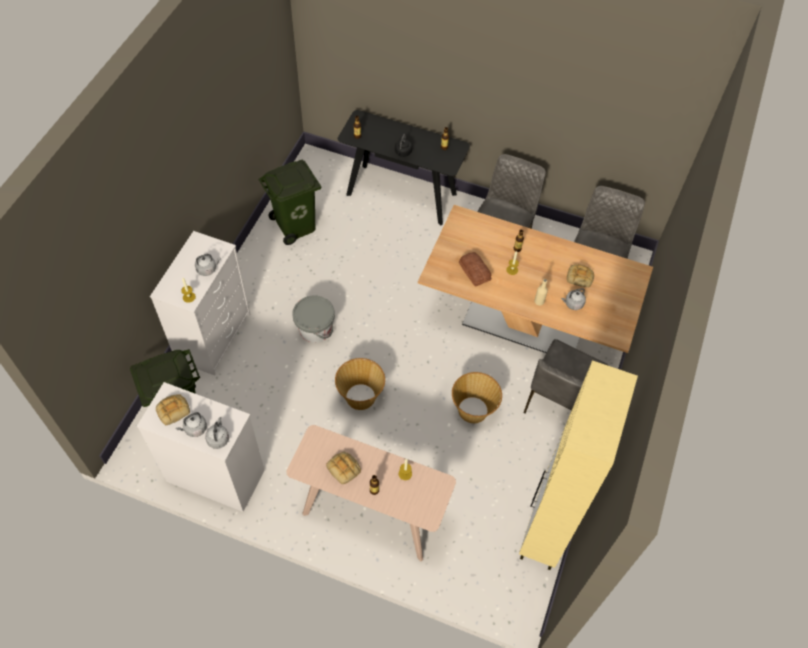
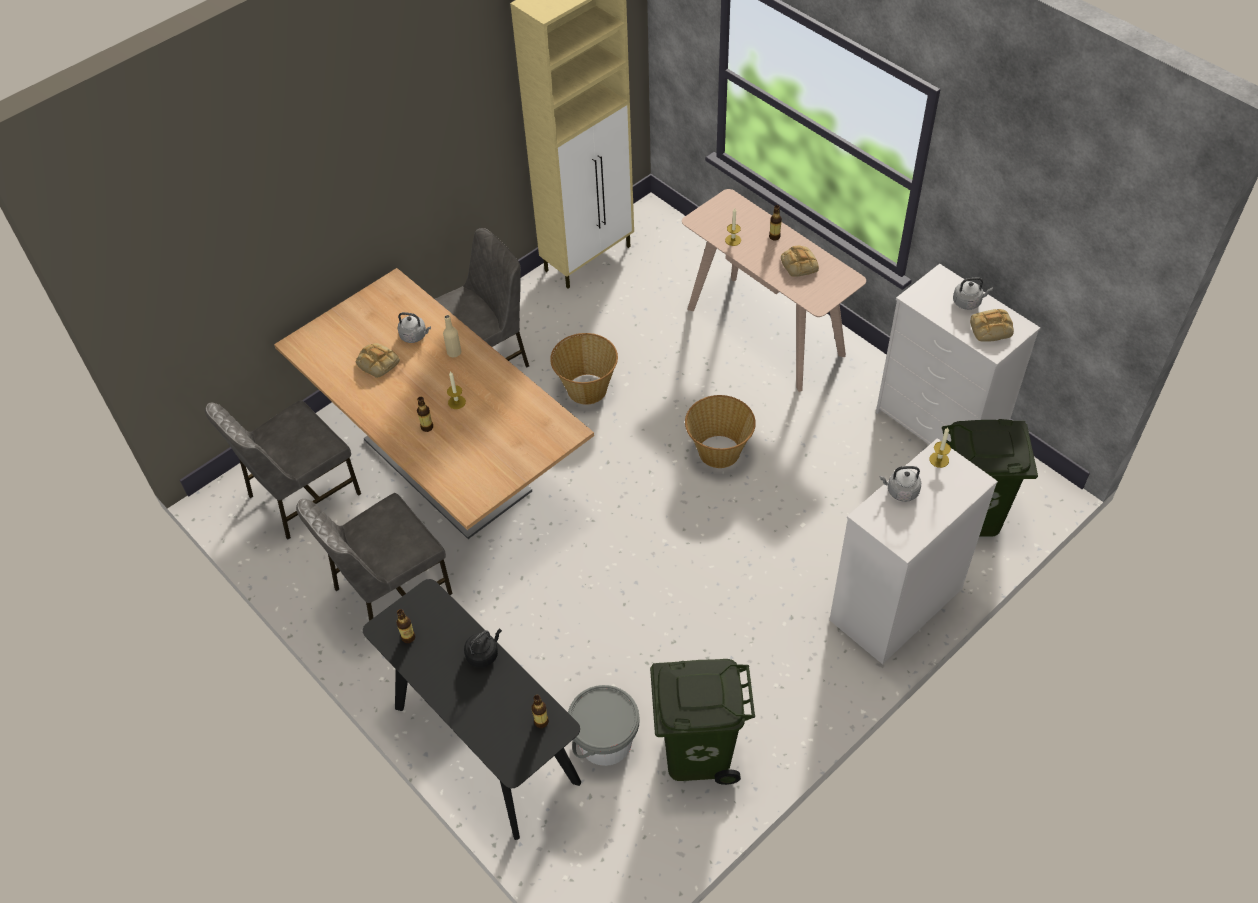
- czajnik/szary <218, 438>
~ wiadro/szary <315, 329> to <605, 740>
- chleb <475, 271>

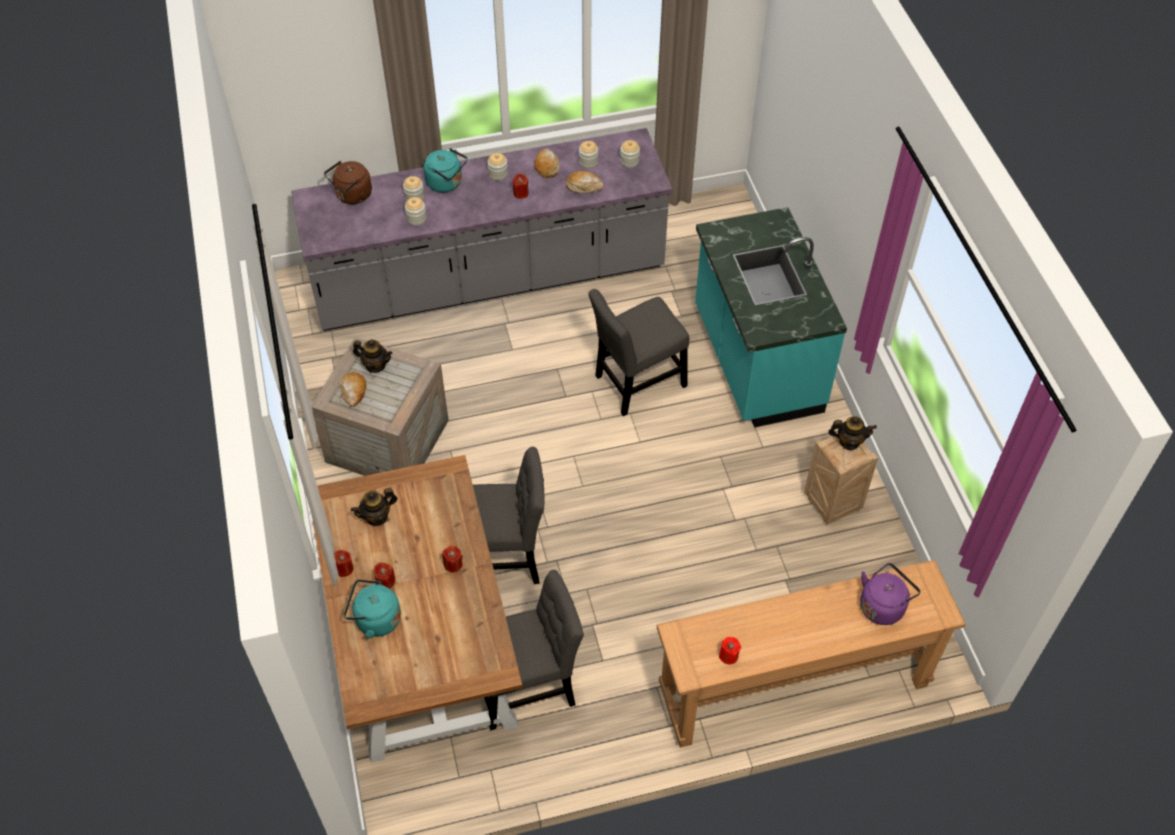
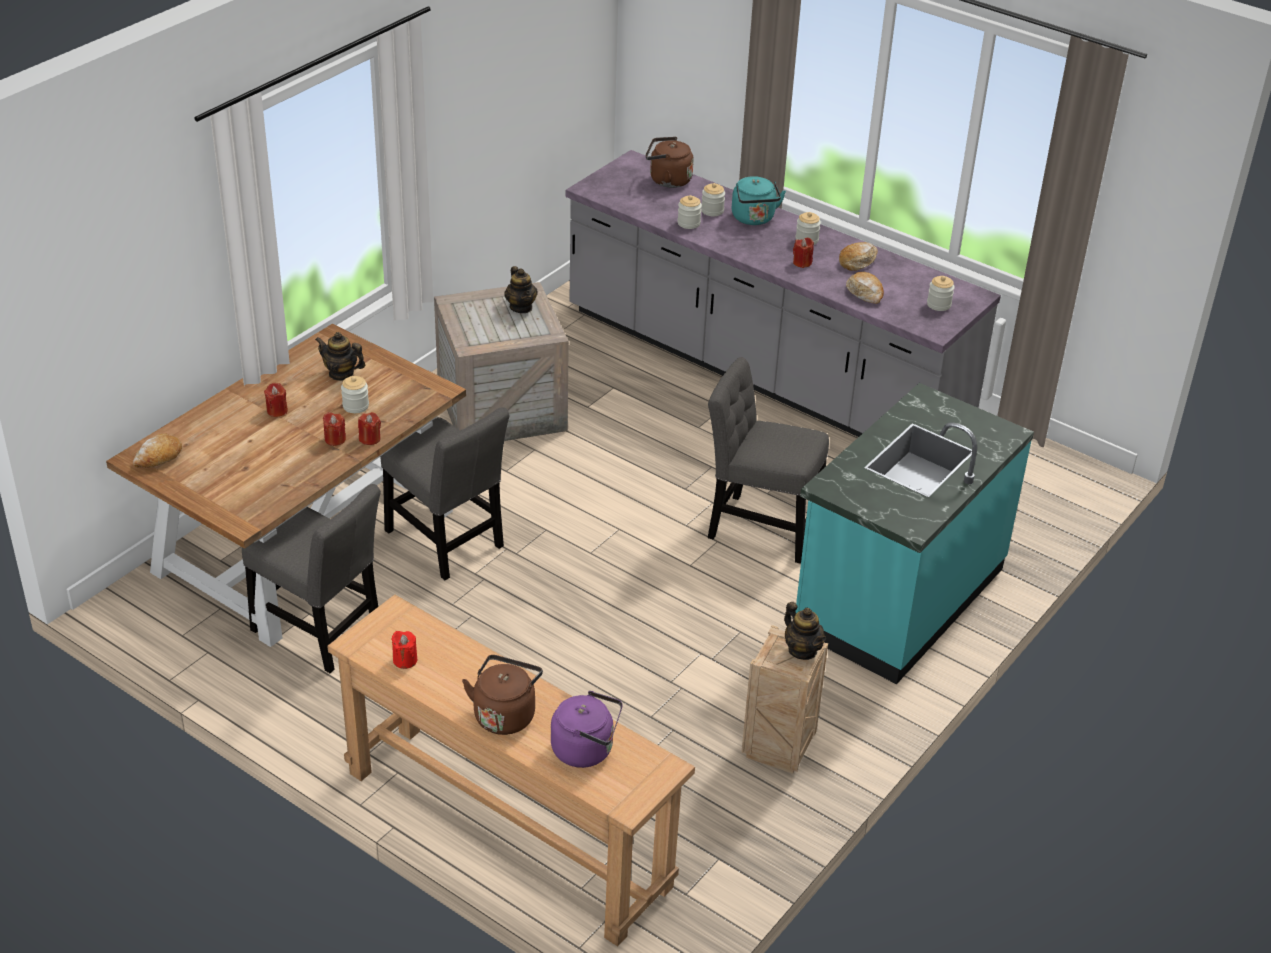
~ świeca/czerwony <344, 569> to <370, 439>
~ chleb <353, 392> to <158, 458>
- czajnik/turkusowy <375, 619>
~ słoik <588, 162> to <355, 406>
+ czajnik/brązowy <505, 714>

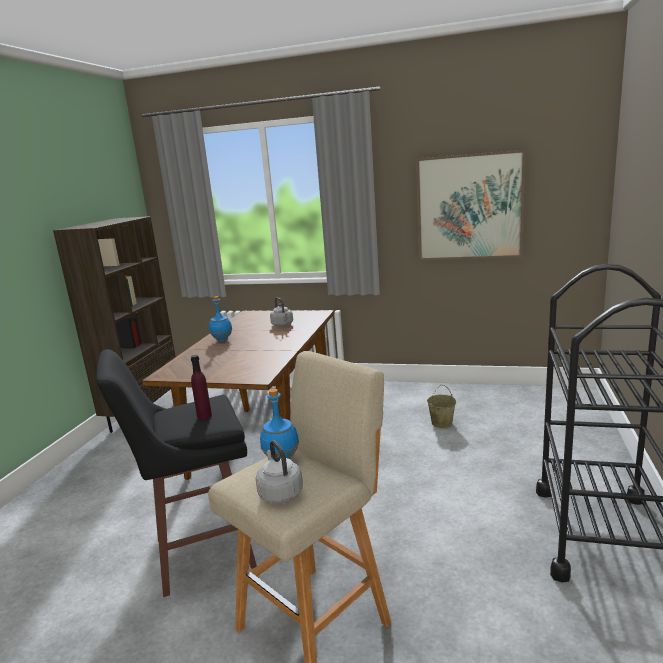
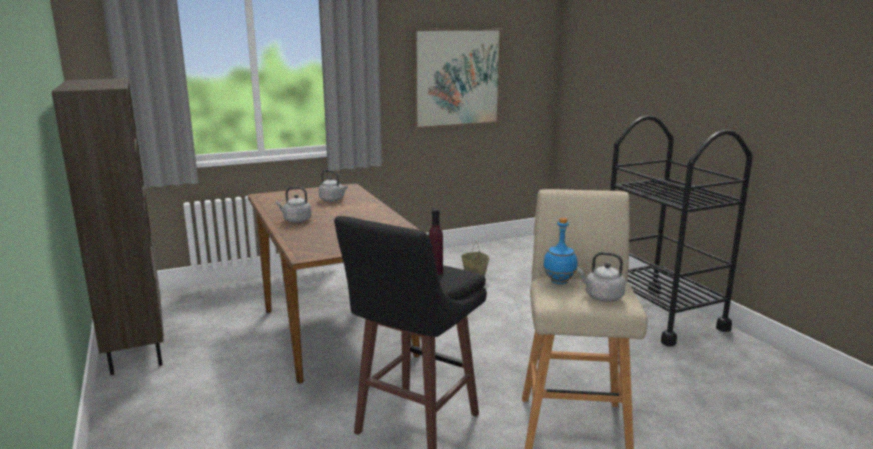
~ butelka/niebieski <221, 340> to czajnik/szary <296, 220>

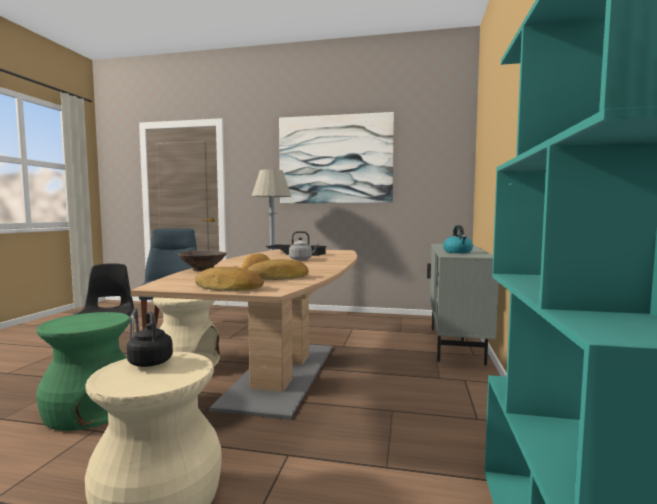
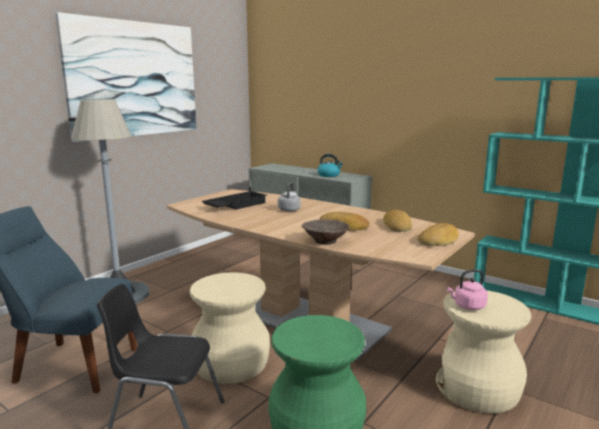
~ czajnik/czarny <150, 362> to czajnik/różowy <467, 306>

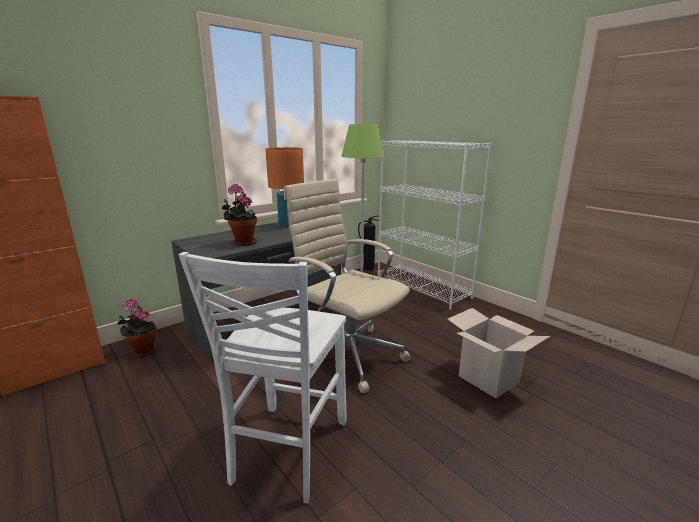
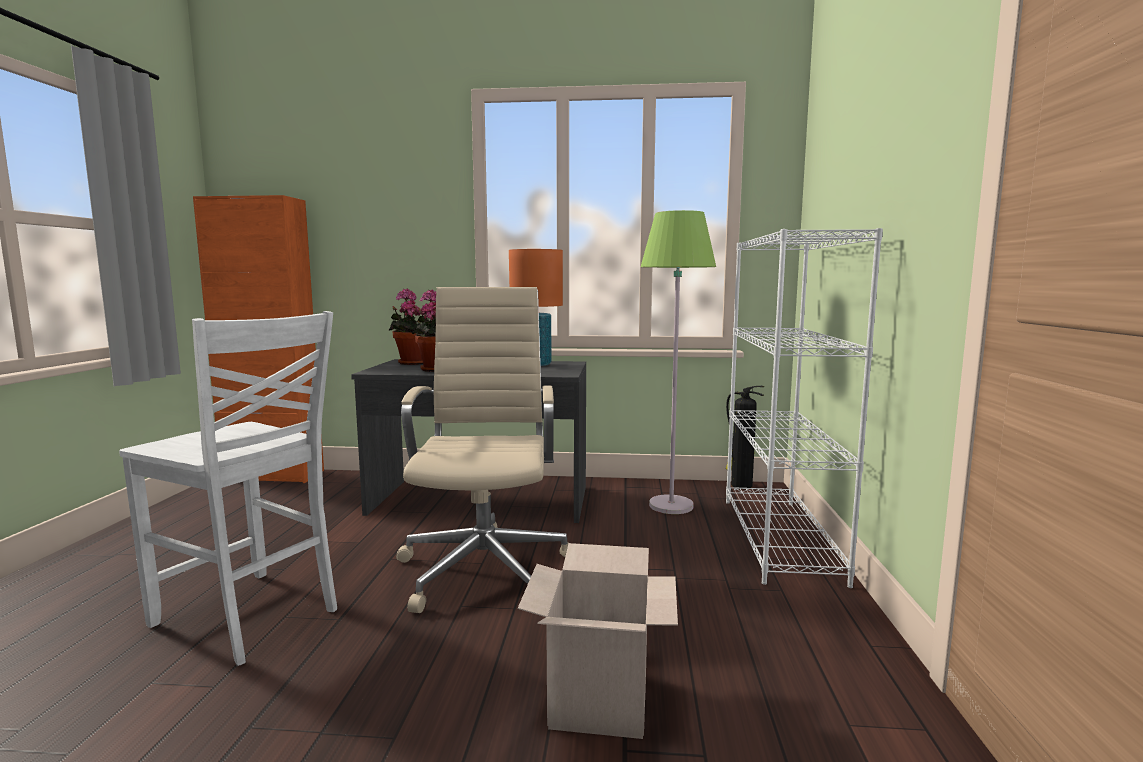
~ roślina doniczkowa <142, 351> to <410, 363>
~ krzesło/biały <287, 451> = <249, 618> 120 degrees counterclockwise

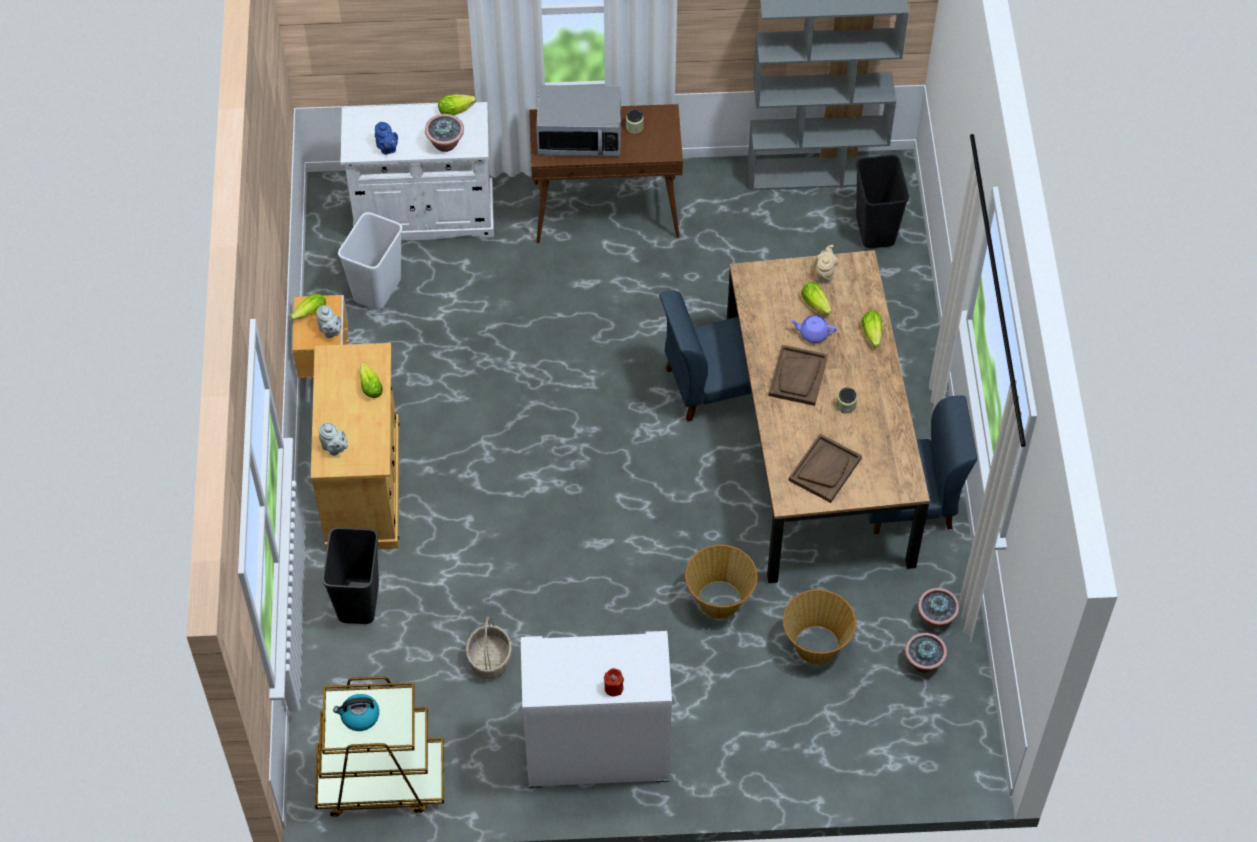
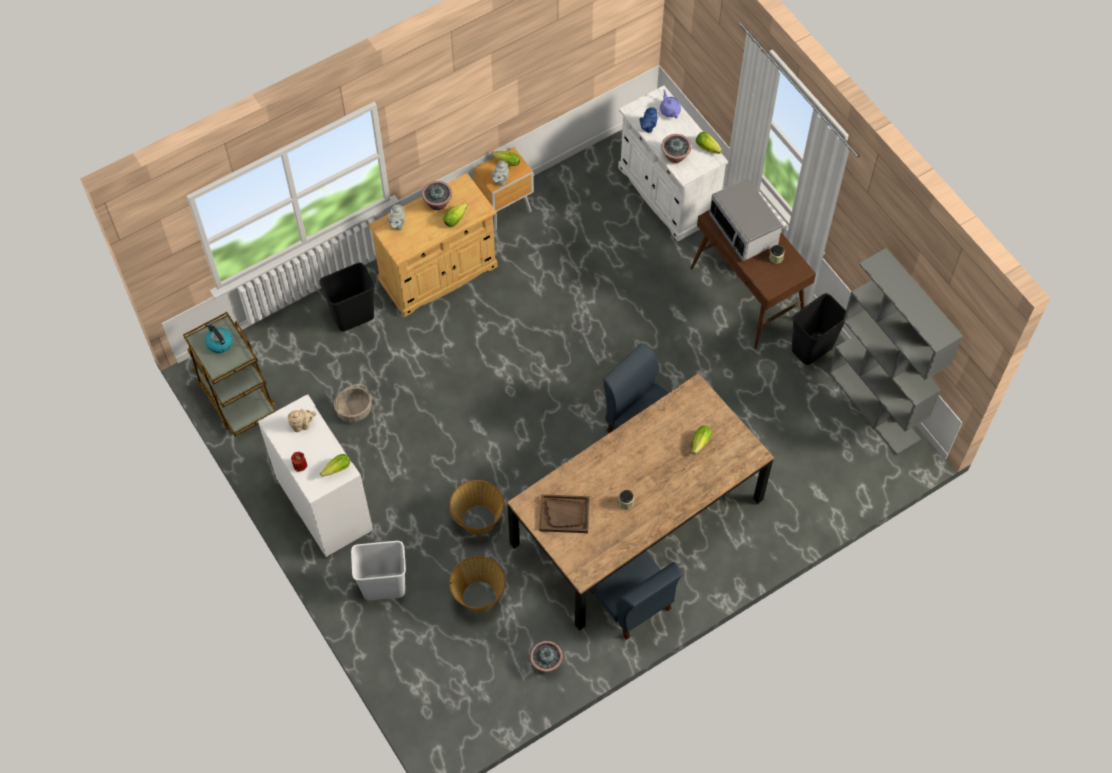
~ kosz na śmieci/biały <377, 289> to <384, 586>
- taca/brązowy <798, 376>
~ imbryk/fioletowy <813, 333> to <669, 110>
~ imbryk/beżowy <825, 274> to <302, 425>
~ kosz na śmieci/czarny <876, 230> to <812, 349>
~ sałata <872, 335> to <335, 470>
~ roślina doniczkowa <923, 662> to <437, 203>

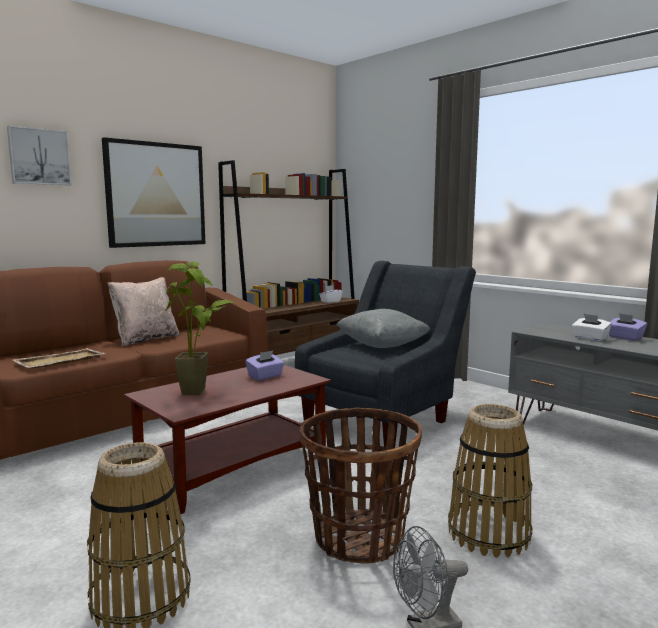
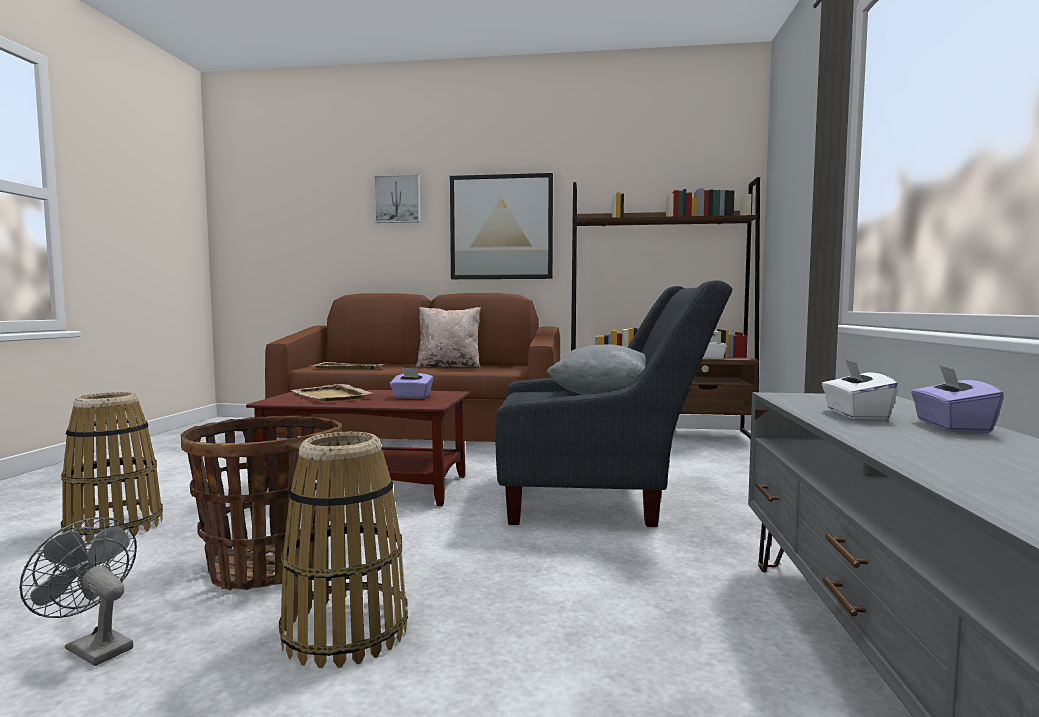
~ roślina doniczkowa <201, 393> to taca/beżowy <331, 396>

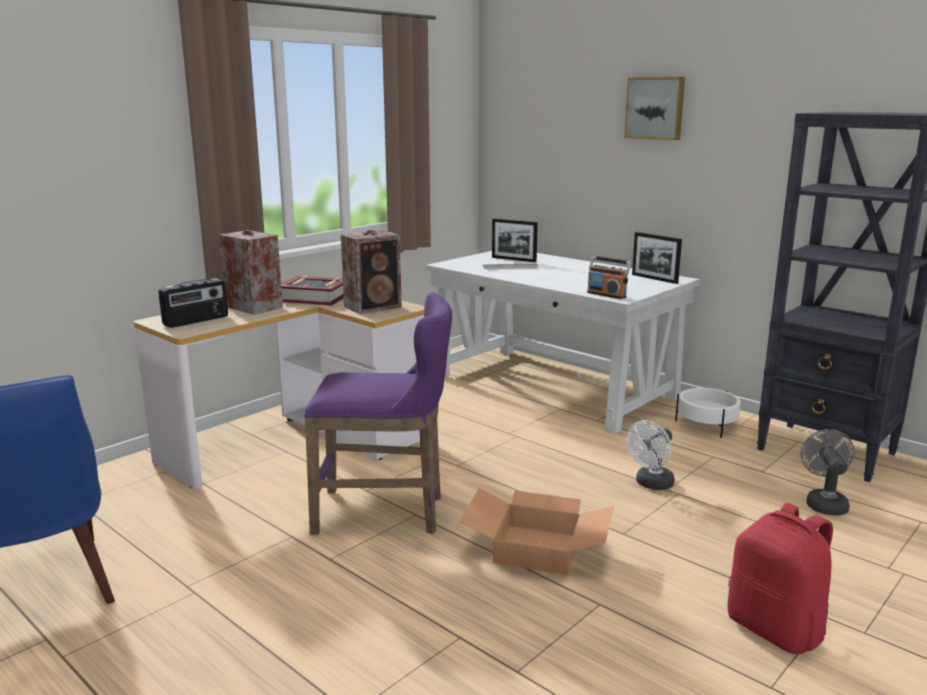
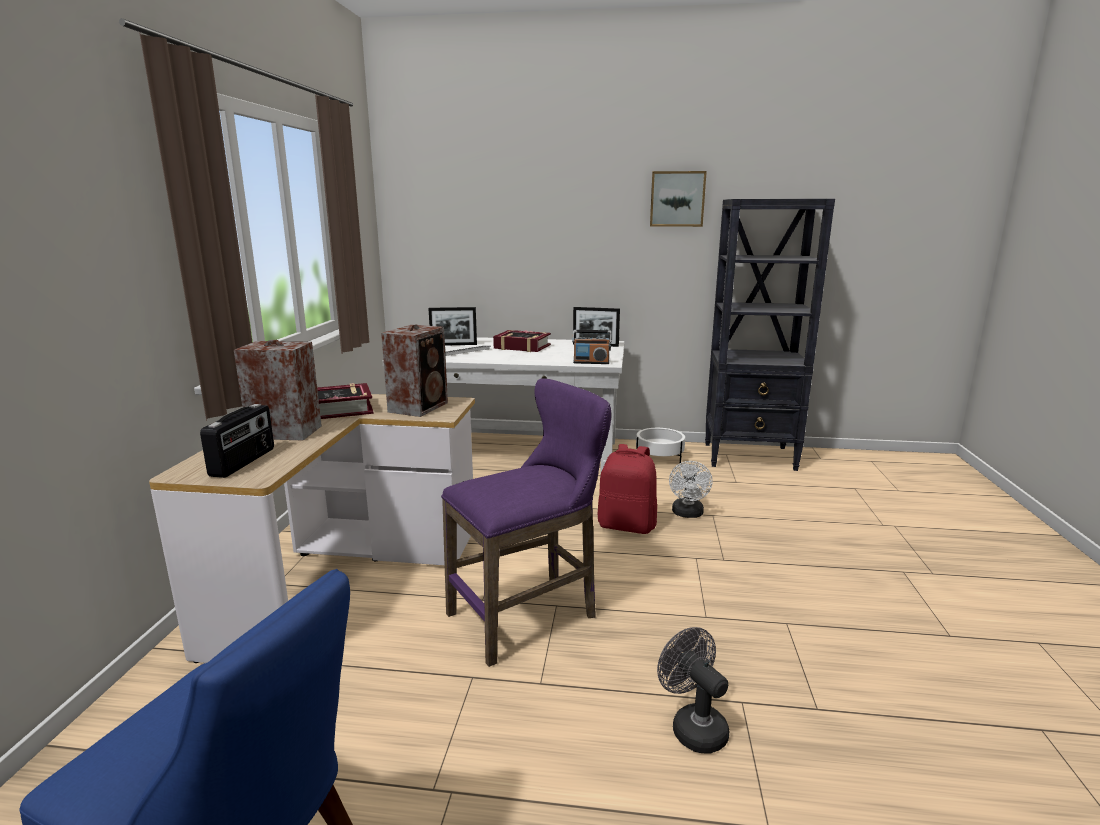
- karton <538, 549>
~ obraz <655, 108> to <677, 199>
~ plecak/czerwony <776, 629> to <627, 525>
~ wentylator/szary <824, 503> to <693, 726>
+ książka <522, 347>

